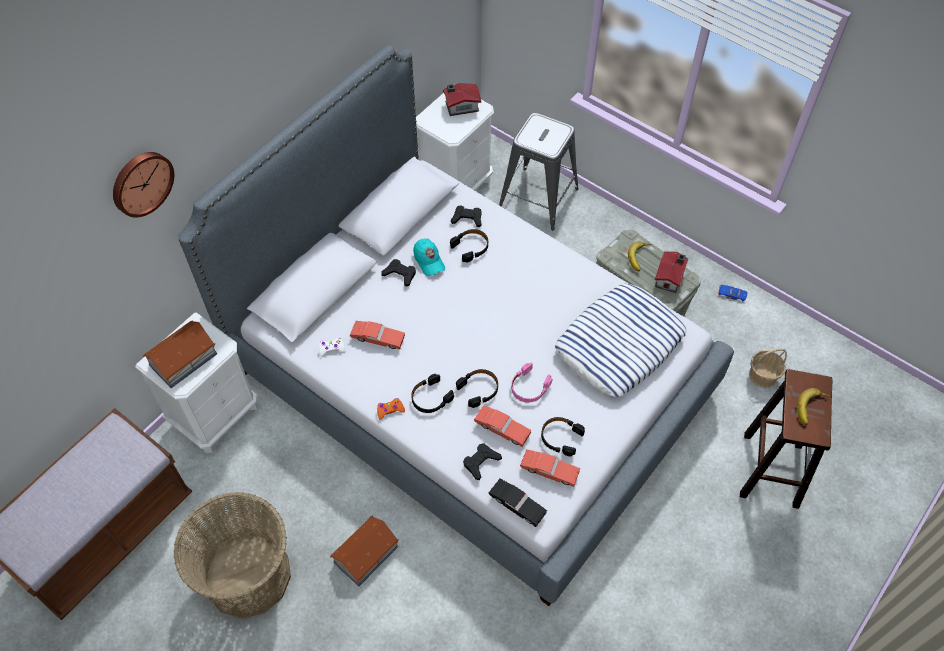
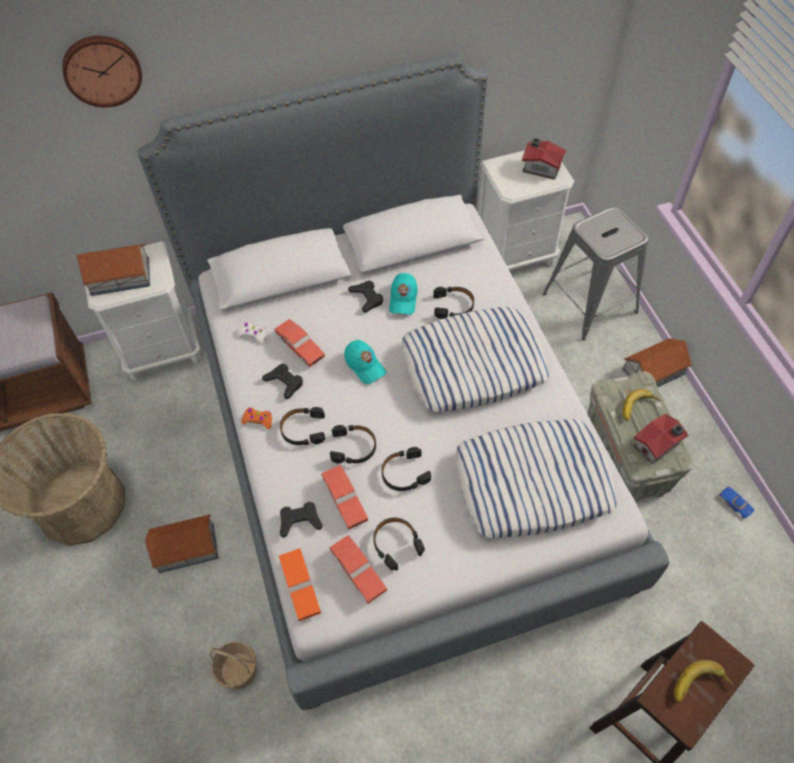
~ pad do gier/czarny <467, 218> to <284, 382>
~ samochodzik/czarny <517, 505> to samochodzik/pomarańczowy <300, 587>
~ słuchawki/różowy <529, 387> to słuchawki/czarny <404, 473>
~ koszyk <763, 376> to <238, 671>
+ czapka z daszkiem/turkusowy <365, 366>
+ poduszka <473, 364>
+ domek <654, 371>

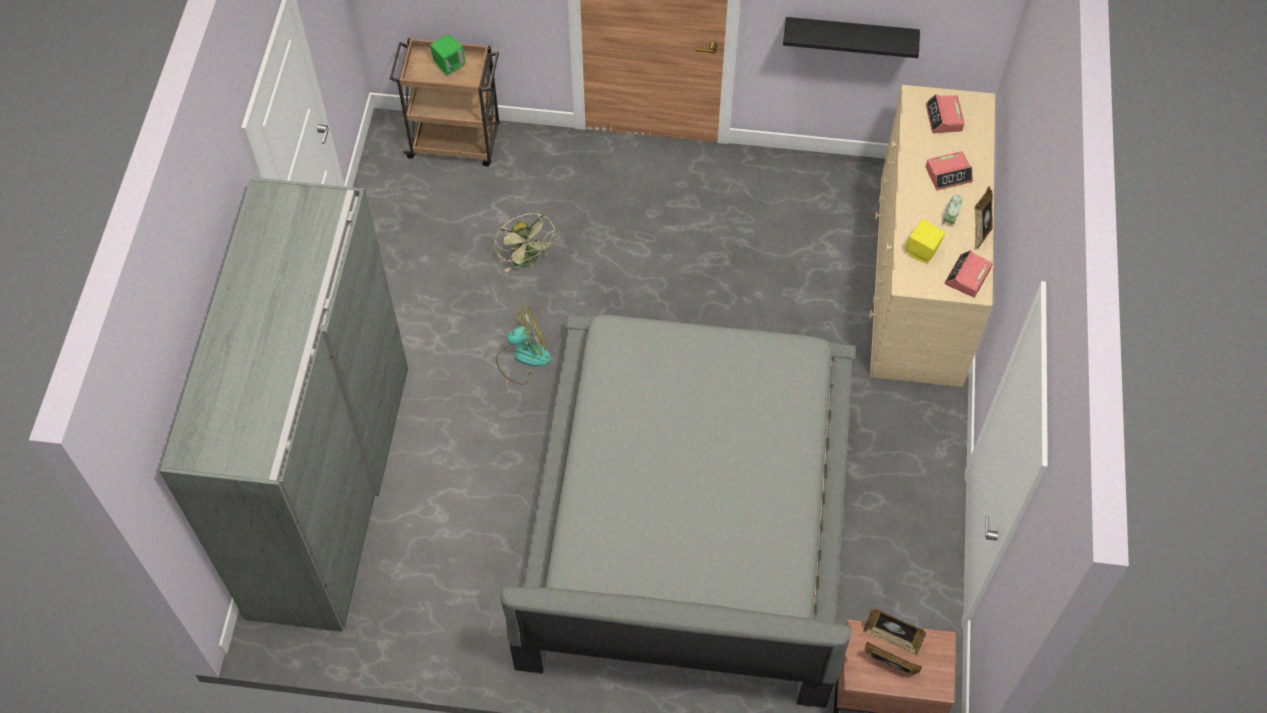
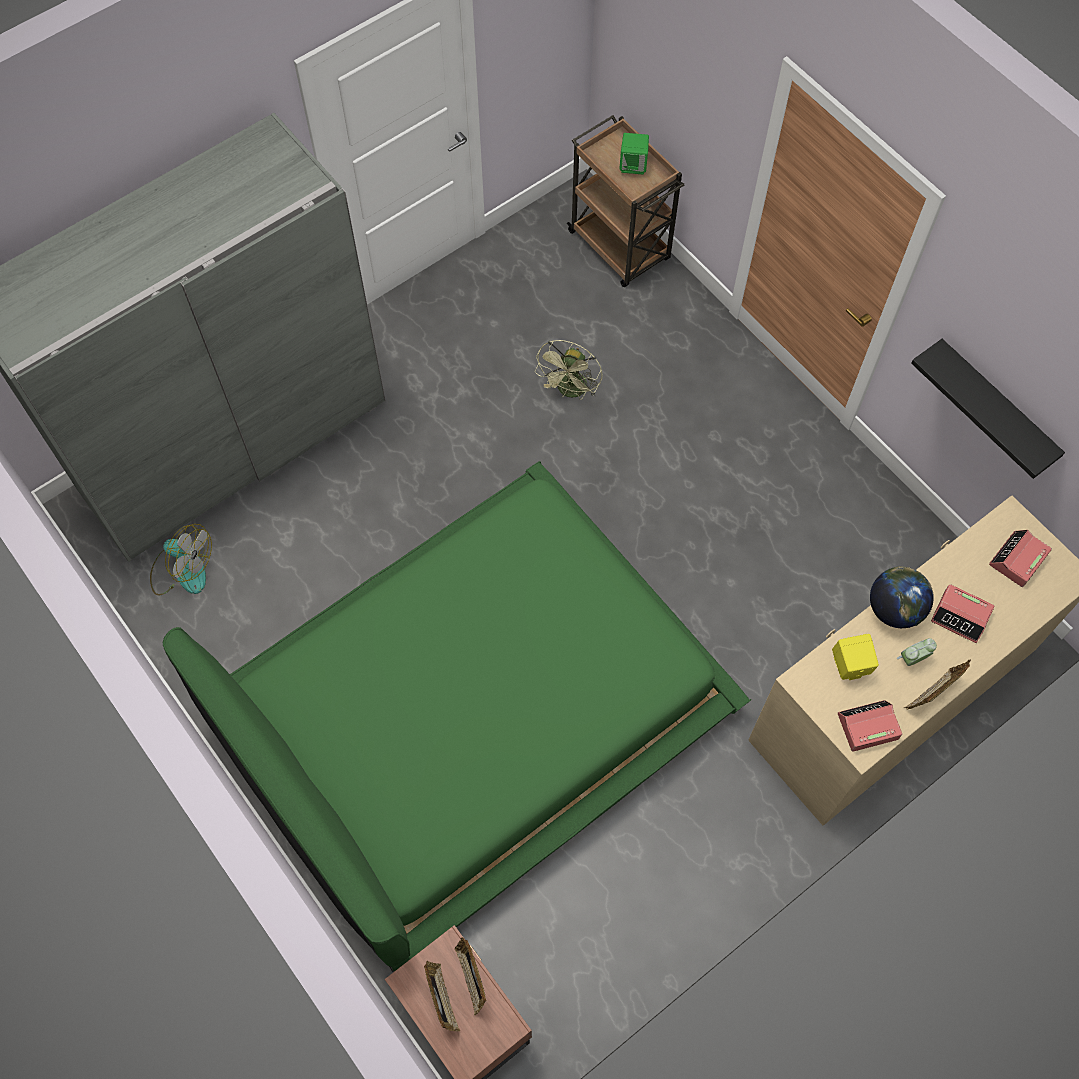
~ wentylator <523, 357> to <182, 570>
~ łóżko/szary <690, 511> to łóżko/zielony <472, 712>
+ globus <894, 609>

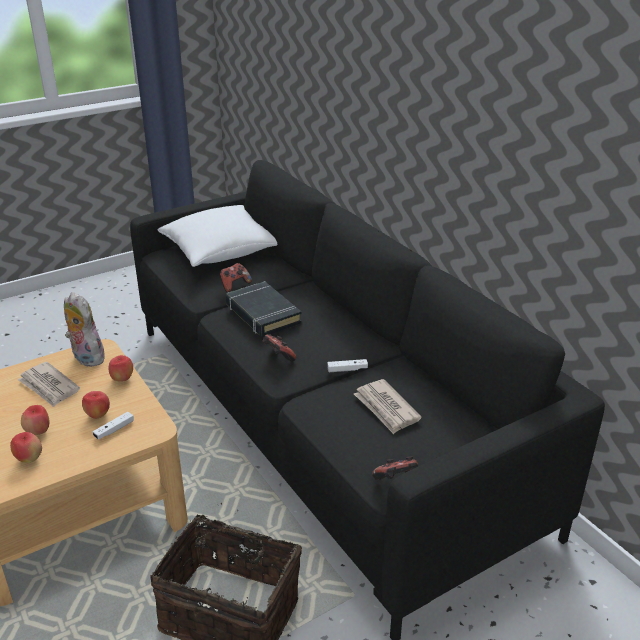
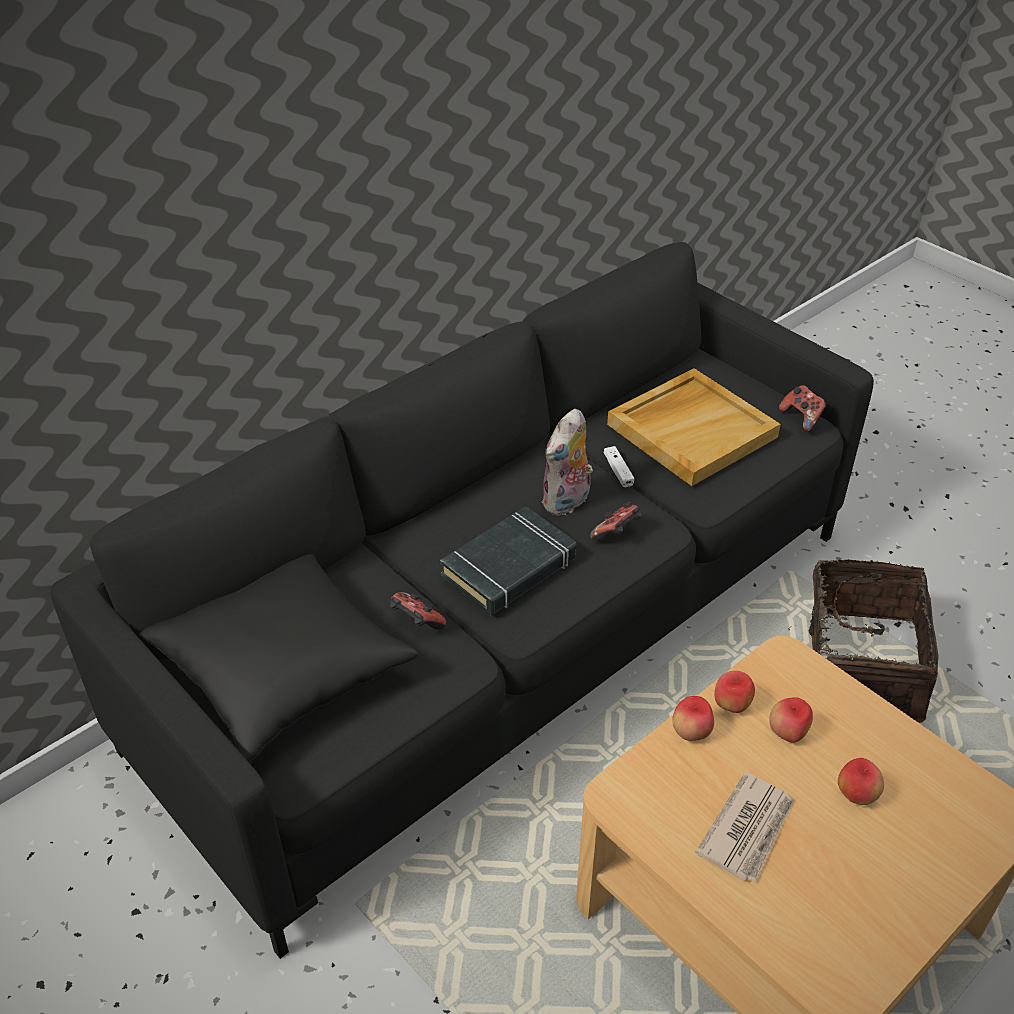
~ jabłko <29, 459> to <731, 705>
~ pluszak <86, 358> to <567, 502>
- pad do gier/biały <114, 430>
~ poduszka/biały <220, 251> to poduszka/czarny <283, 670>
~ gazeta <386, 408> to taca/beżowy <692, 430>

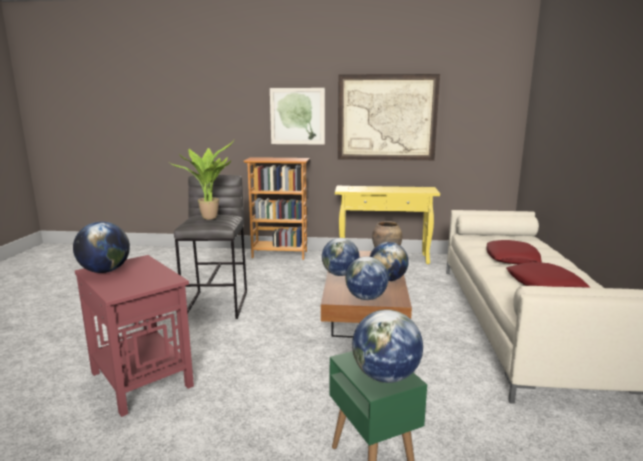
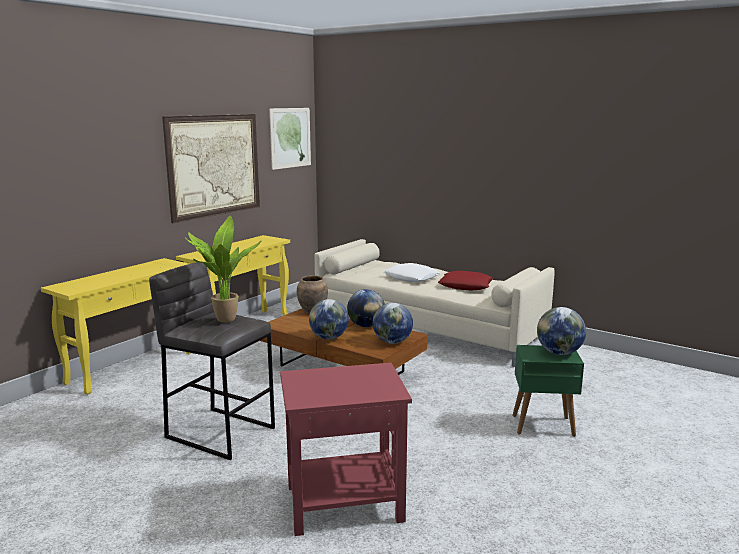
- globus <105, 271>
~ regał <280, 254> to stolik konsolowy/żółty <132, 367>
~ obraz <297, 116> to <290, 138>
~ poduszka/czerwony <512, 258> to poduszka/biały <411, 278>

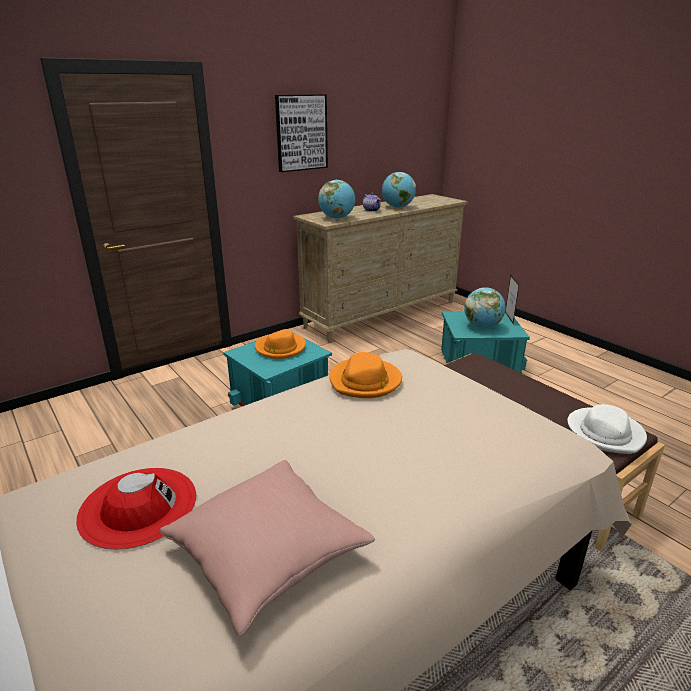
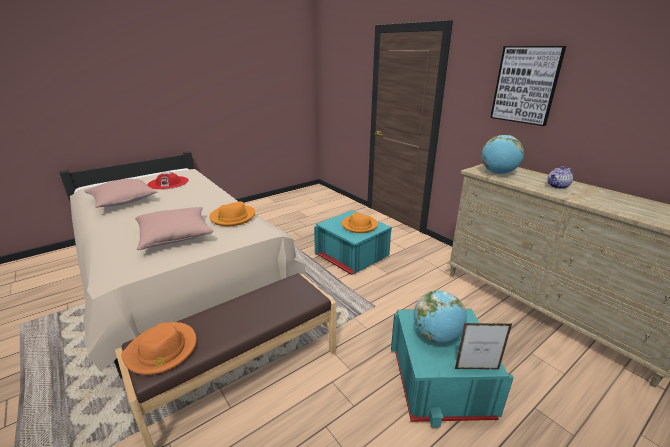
- globus <397, 207>
~ kapelusz/biały <605, 433> to kapelusz/pomarańczowy <162, 351>
+ poduszka/różowy <175, 236>

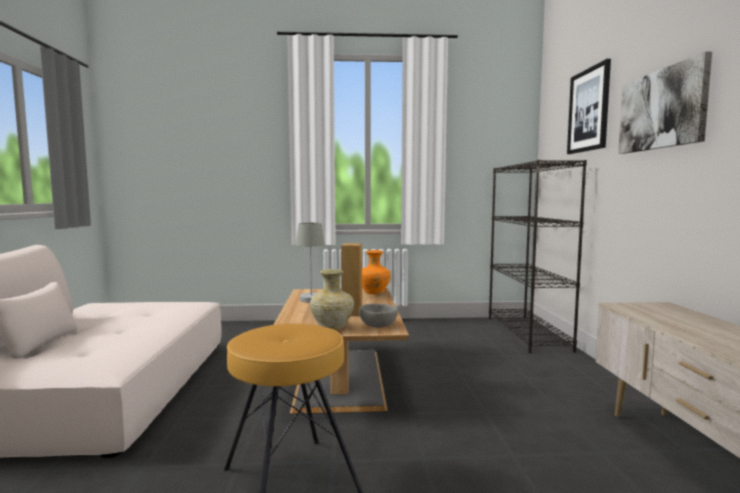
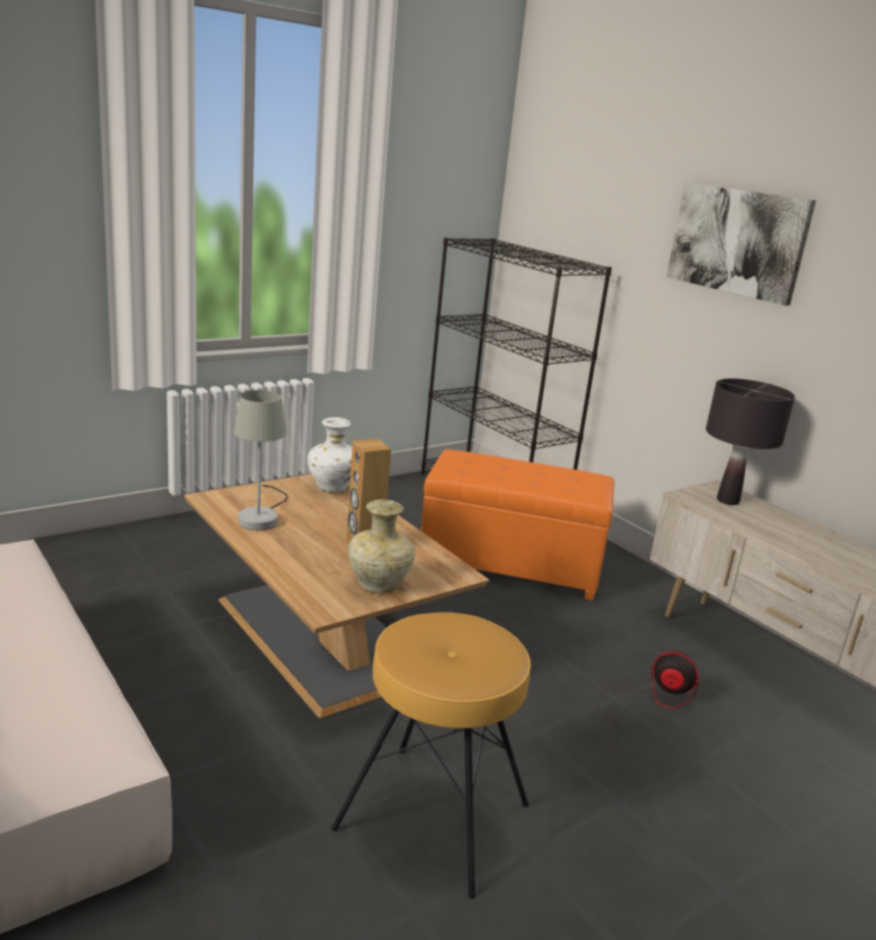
- miska/szary <377, 325>
~ wazon/pomarańczowy <374, 293> to wazon/biały <332, 487>
- obraz <589, 110>
+ pufa/pomarańczowy <510, 564>
+ wentylator <649, 701>
+ lampa stołowa/czarny <728, 501>

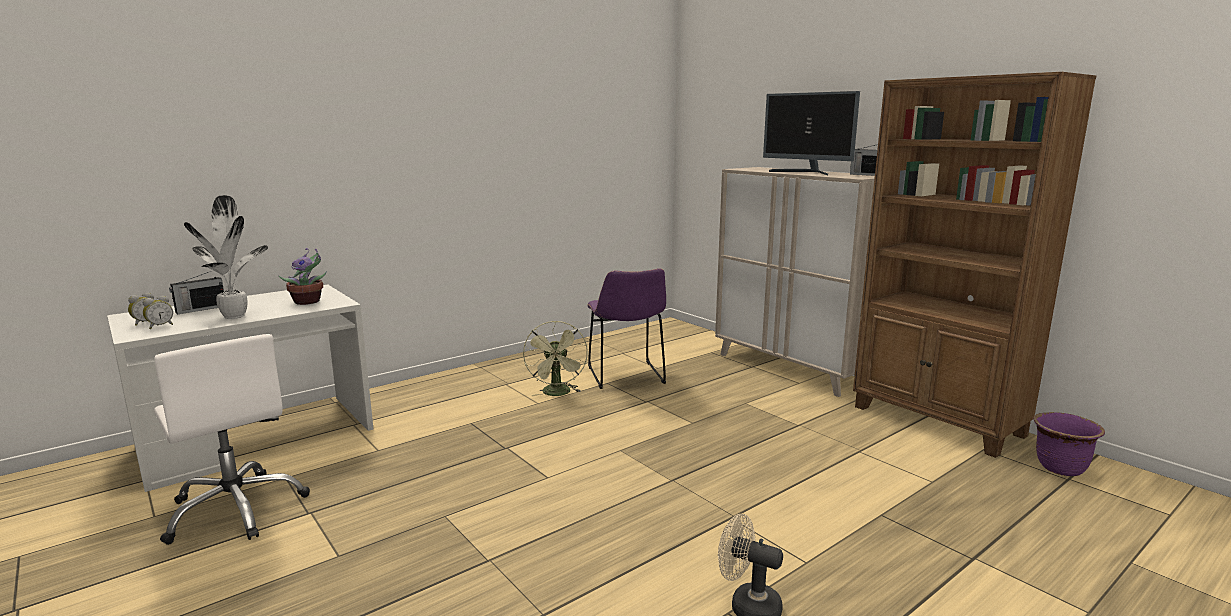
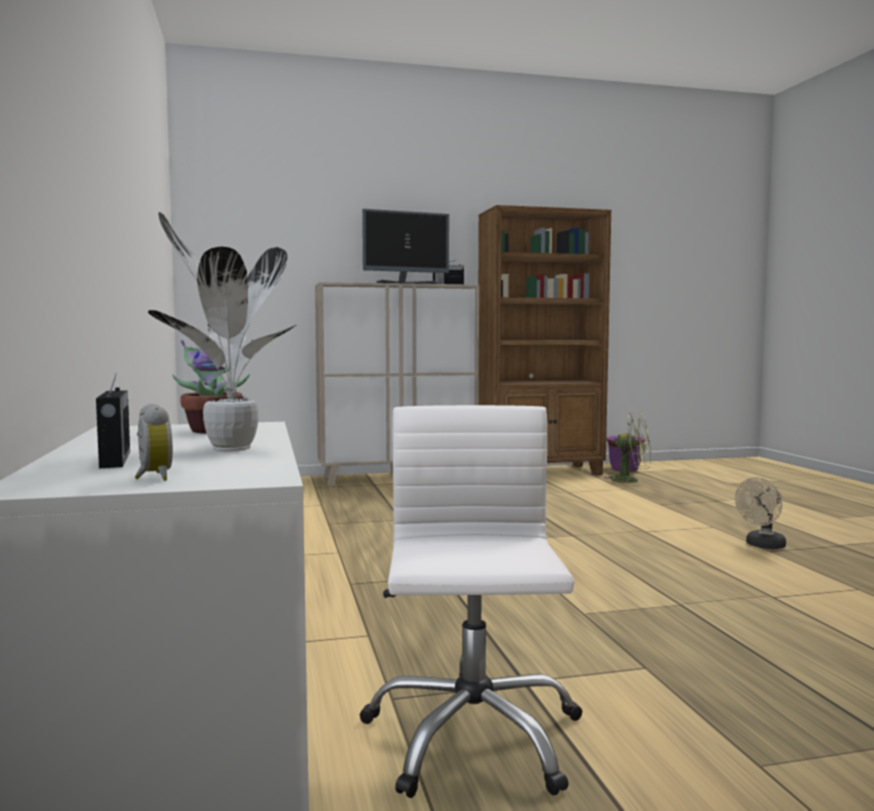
- budzik <160, 326>
~ krzesło biurowe/biały <236, 509> = <472, 736> 75 degrees counterclockwise
~ wentylator/zielony <558, 394> to <631, 481>
- krzesło/fioletowy <626, 377>

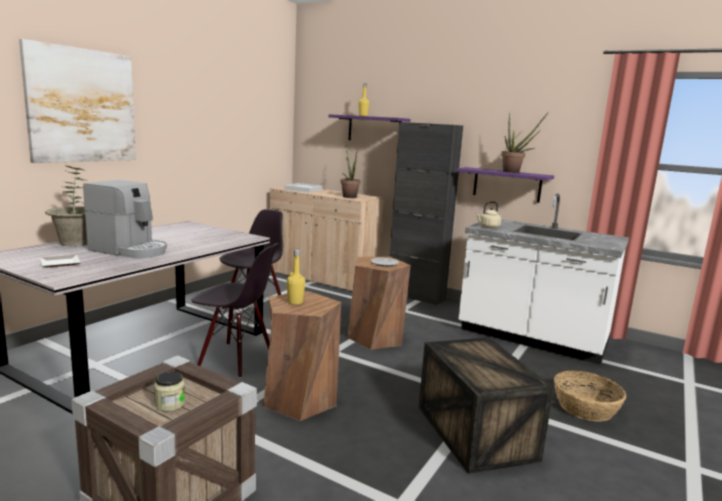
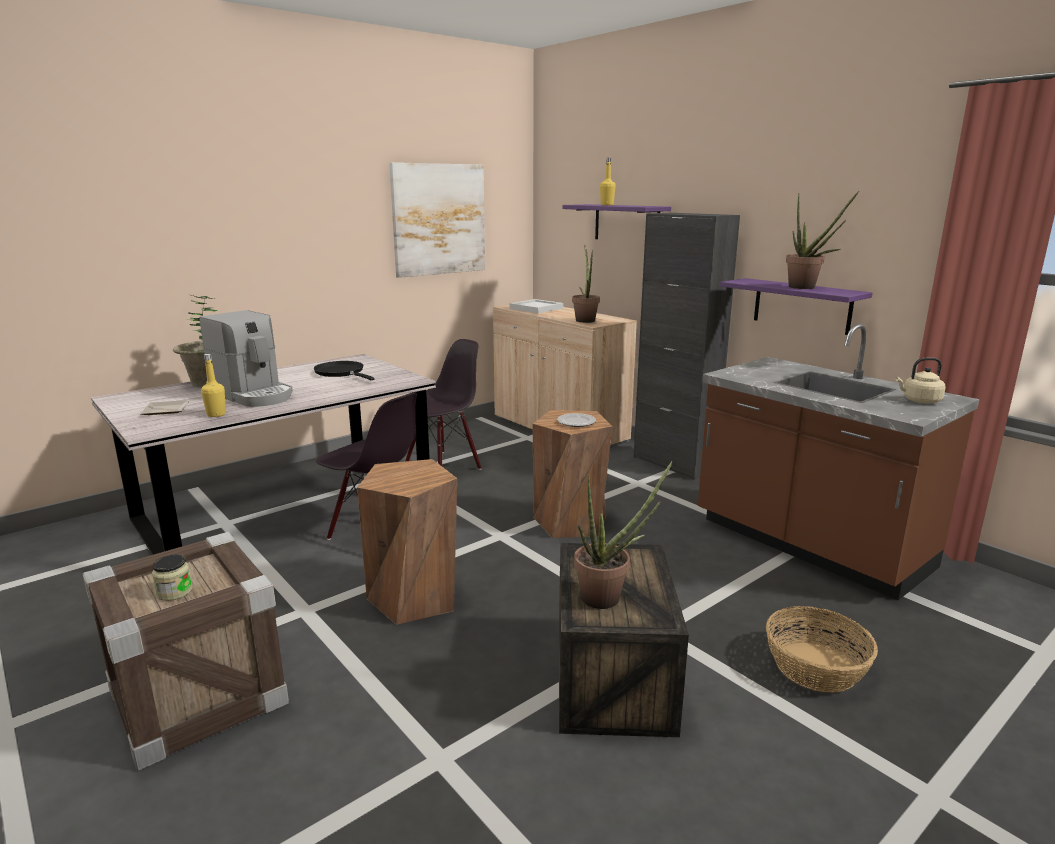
~ obraz <82, 106> to <439, 219>
~ butelka/żółty <295, 302> to <216, 414>
~ zabudowa kuchenna/biały <531, 338> to zabudowa kuchenna/brązowy <809, 545>
~ czajnik/beżowy <488, 227> to <919, 401>
+ patelnia/czarny <341, 373>
+ roślina doniczkowa <609, 597>

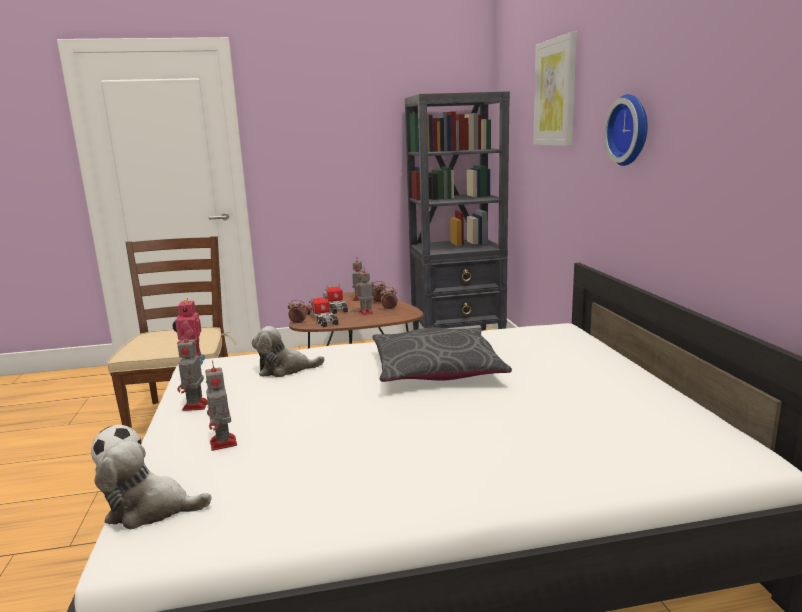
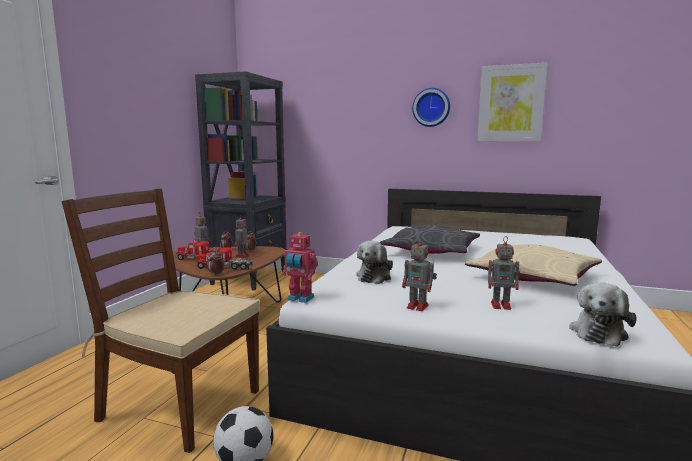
~ obraz <555, 93> to <510, 103>
+ poduszka/beżowy <532, 277>

